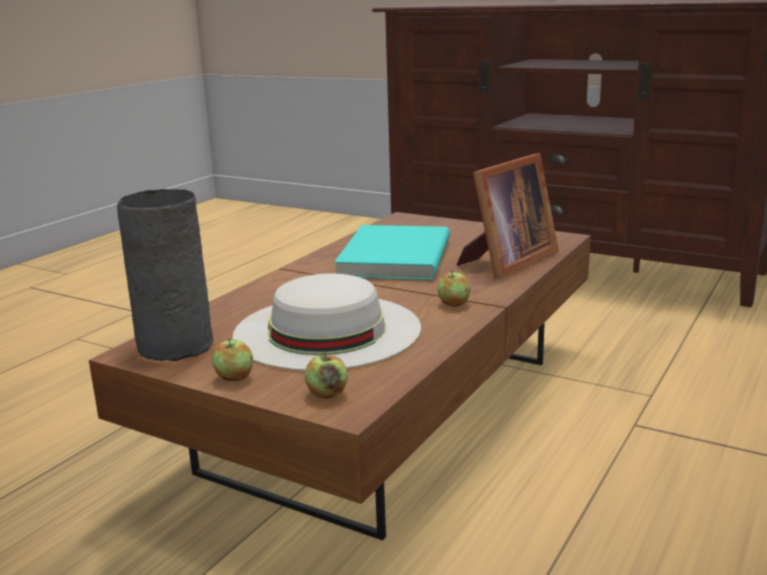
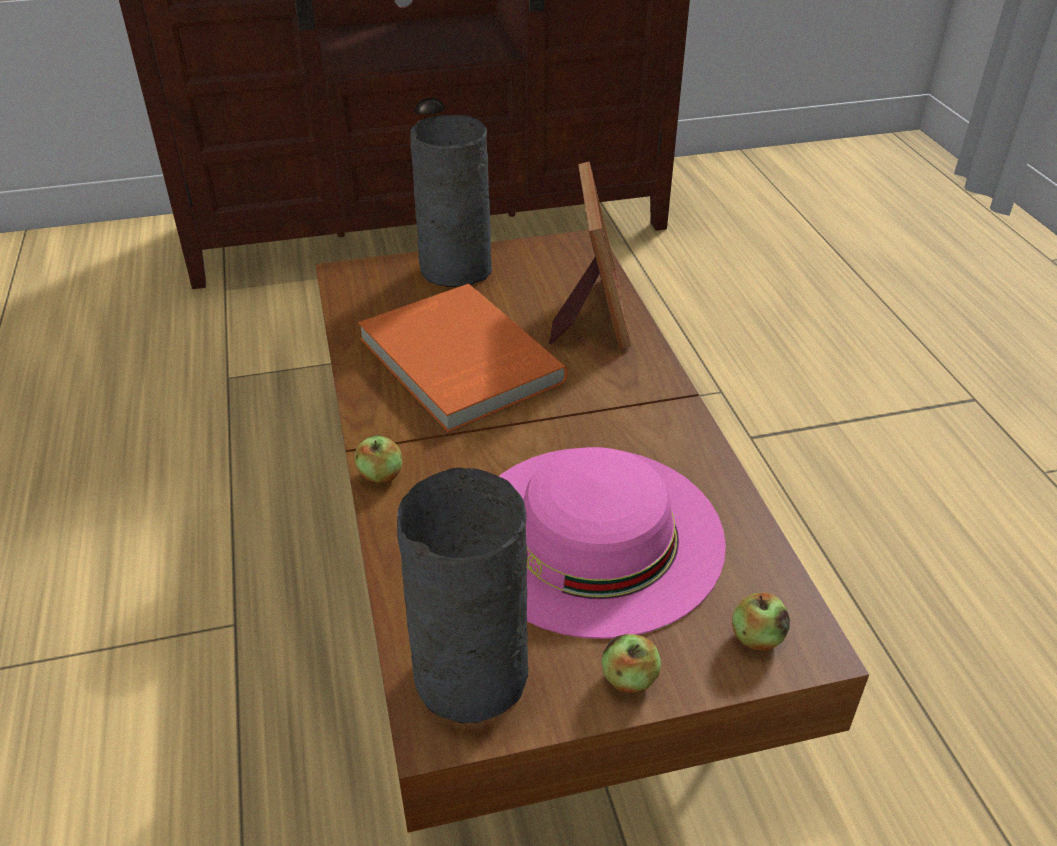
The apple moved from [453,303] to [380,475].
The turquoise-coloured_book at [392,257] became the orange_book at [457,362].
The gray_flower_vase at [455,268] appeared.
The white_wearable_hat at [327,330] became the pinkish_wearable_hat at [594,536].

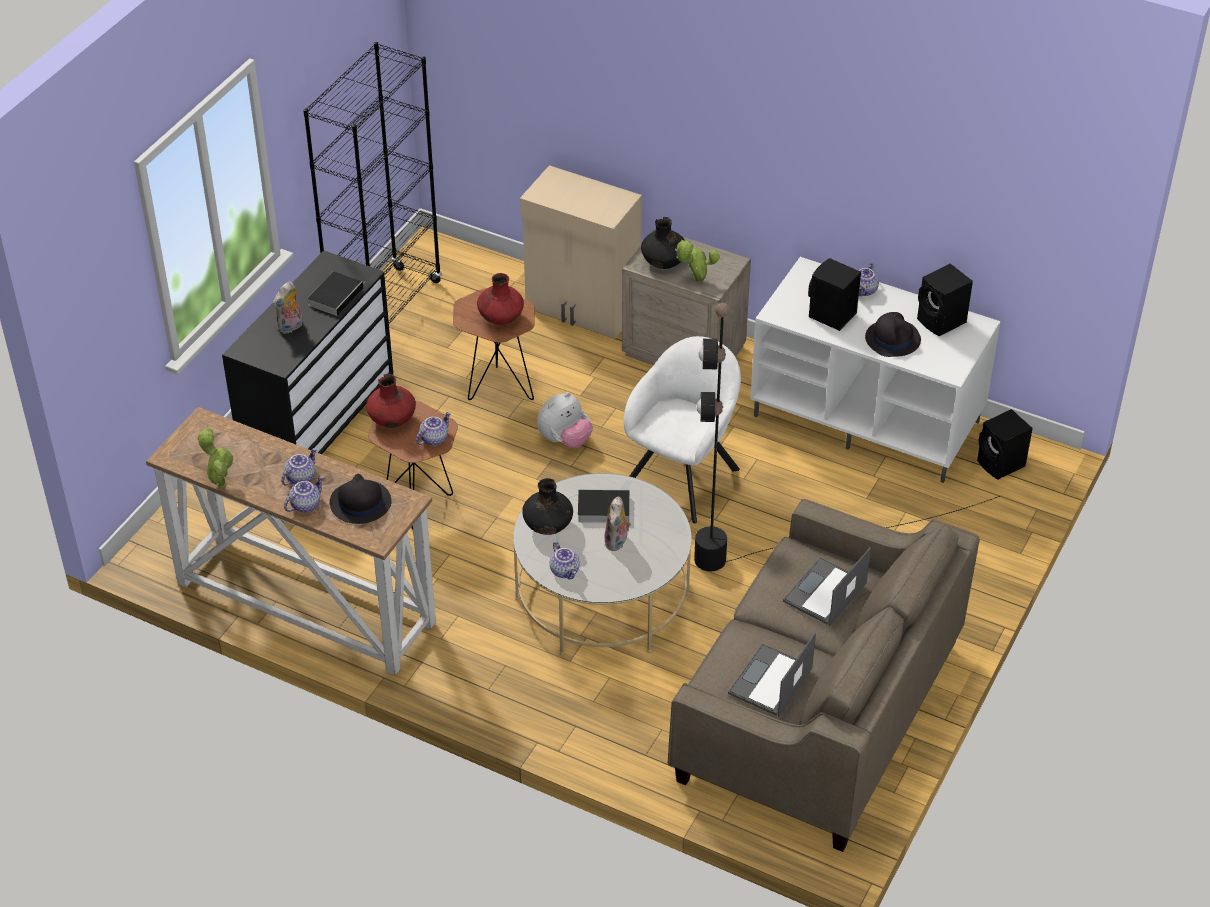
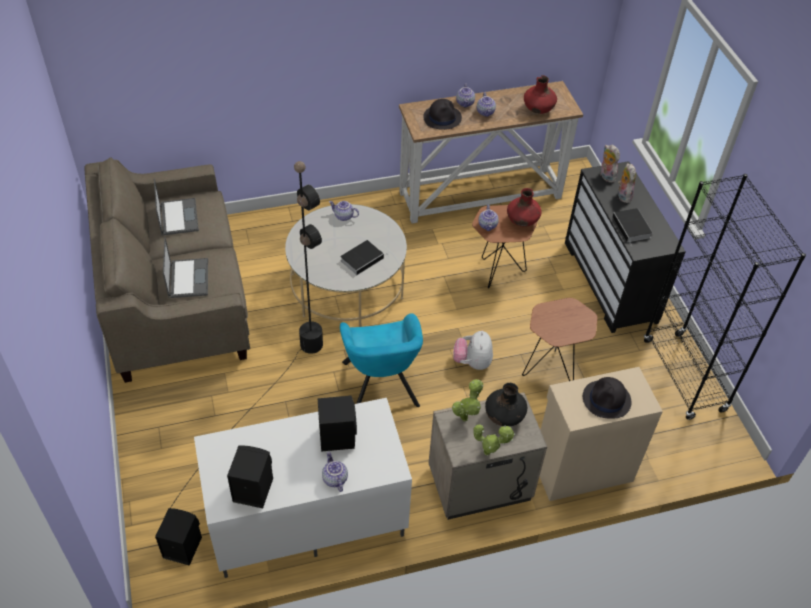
The white_armchair at [683,475] became the turquoise-coloured_armchair at [381,387].
The houseplant moved from [220,482] to [489,453].
The red_flower_vase moved from [500,318] to [538,109].
The blackish_wearable_hat moved from [892,338] to [607,400].
The plush_toy moved from [617,542] to [606,176].
The blackish_flower_vase at [548,526] disappeared.

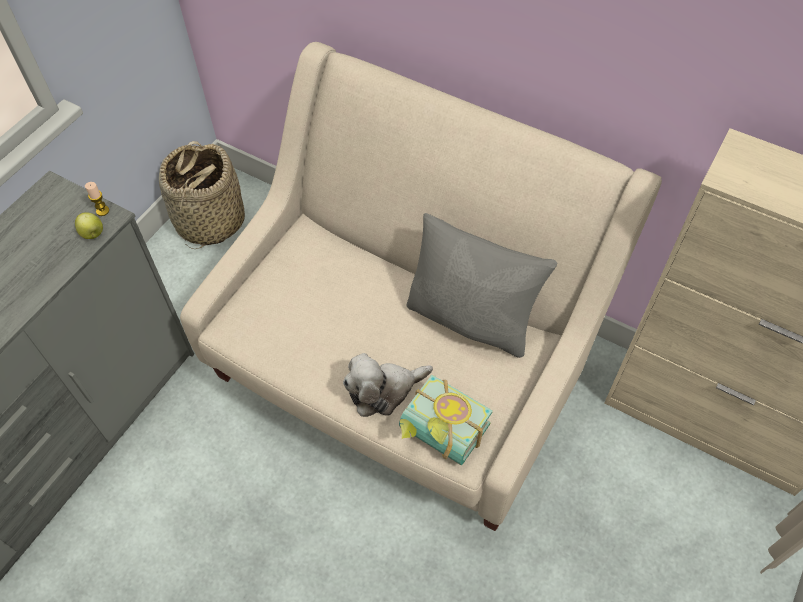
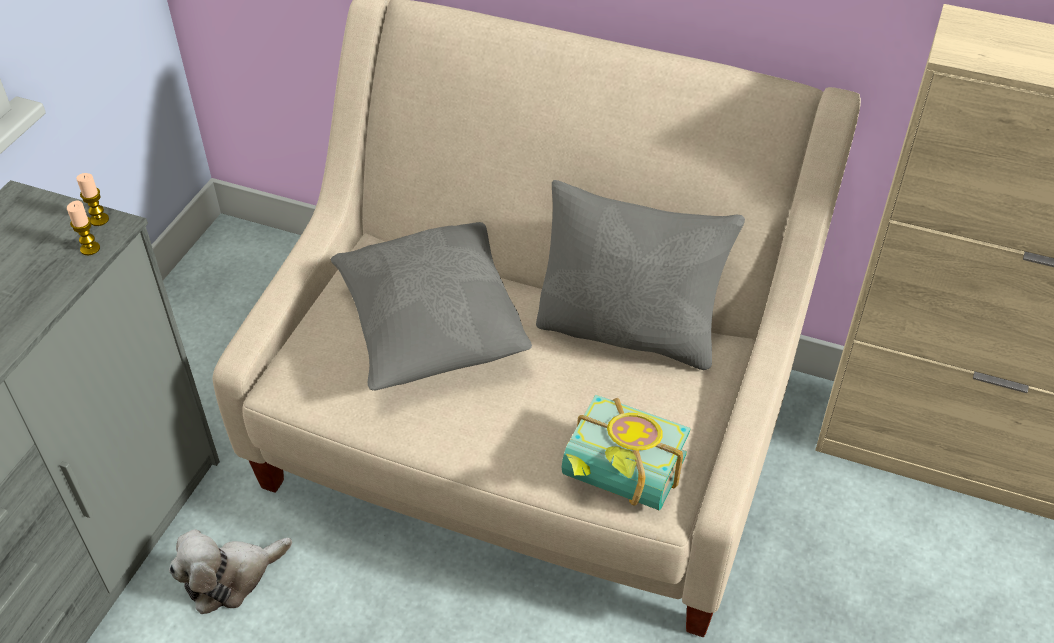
The apple at [93,234] was replaced by the wax_candle at [90,249].
The plush_toy moved from [384,390] to [230,578].
The gray_pillow at [432,333] appeared.
The basket at [209,221] disappeared.

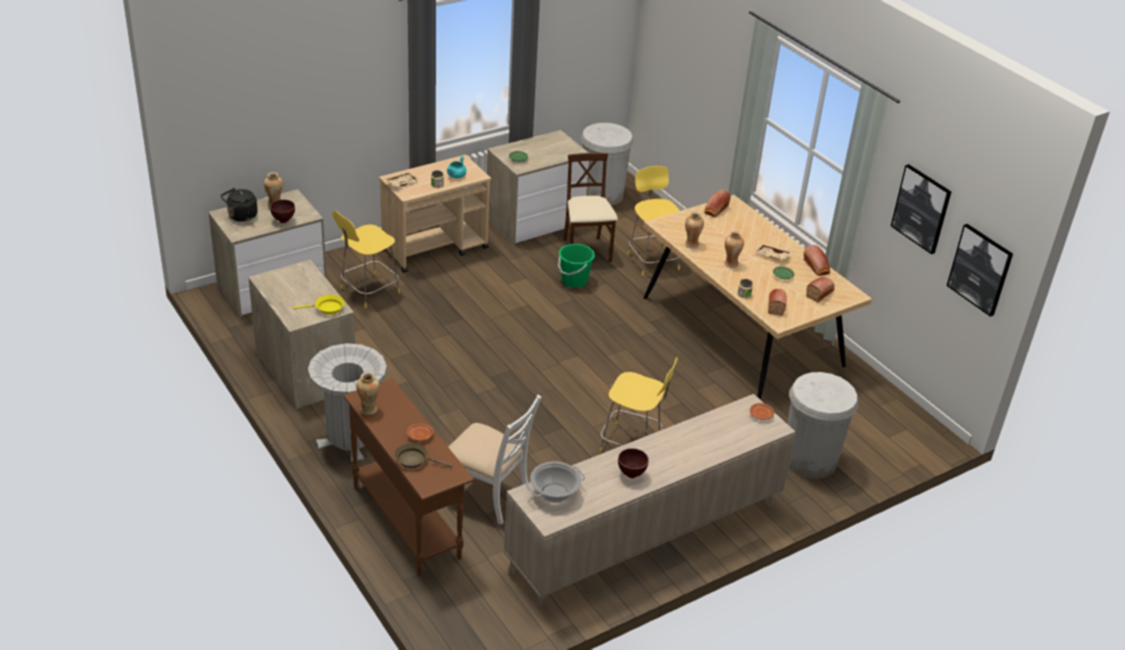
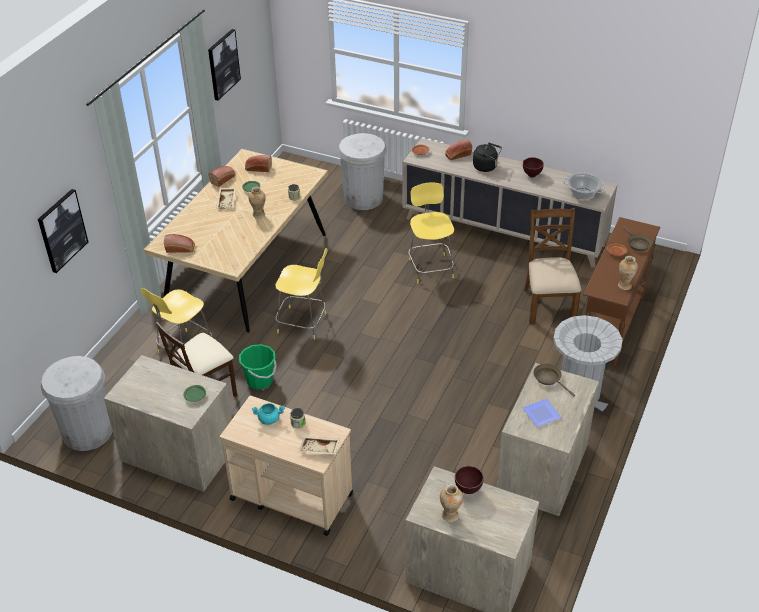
The wall_picture moved from [980,269] to [62,230].
The yellowish_stool moved from [368,291] to [303,323].
The bread moved from [776,305] to [457,155].
The blackish_kettle moved from [241,217] to [486,167].
The dinner_plate at [542,413] appeared.
The white_upright_chair at [487,495] became the brownish_upright_chair at [548,305].
The yellowish_skillet at [327,308] became the brownish_skillet at [549,379].
The flower_vase at [691,244] disappeared.

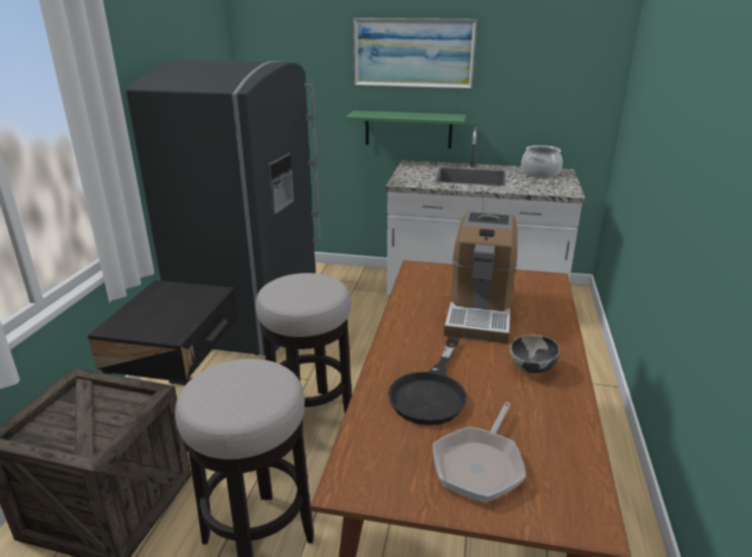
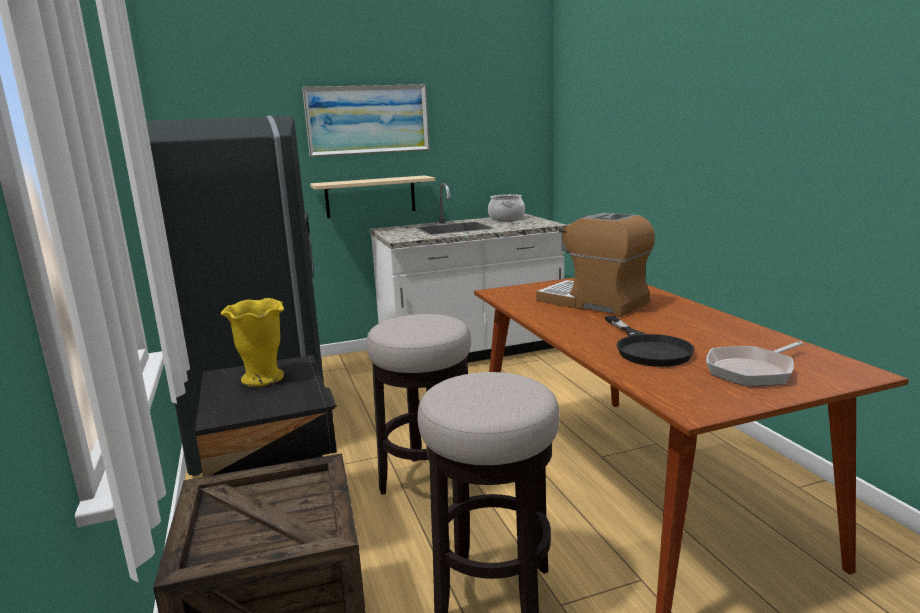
The yellowish_flower_vase at [263,378] appeared.
The green-coloured_wall_shelf at [408,129] became the sand-coloured_wall_shelf at [370,196].
The coffee_maker at [479,311] turned 150 degrees clockwise.
The skillet at [480,465] turned 60 degrees clockwise.
The deep_dish at [532,368] disappeared.

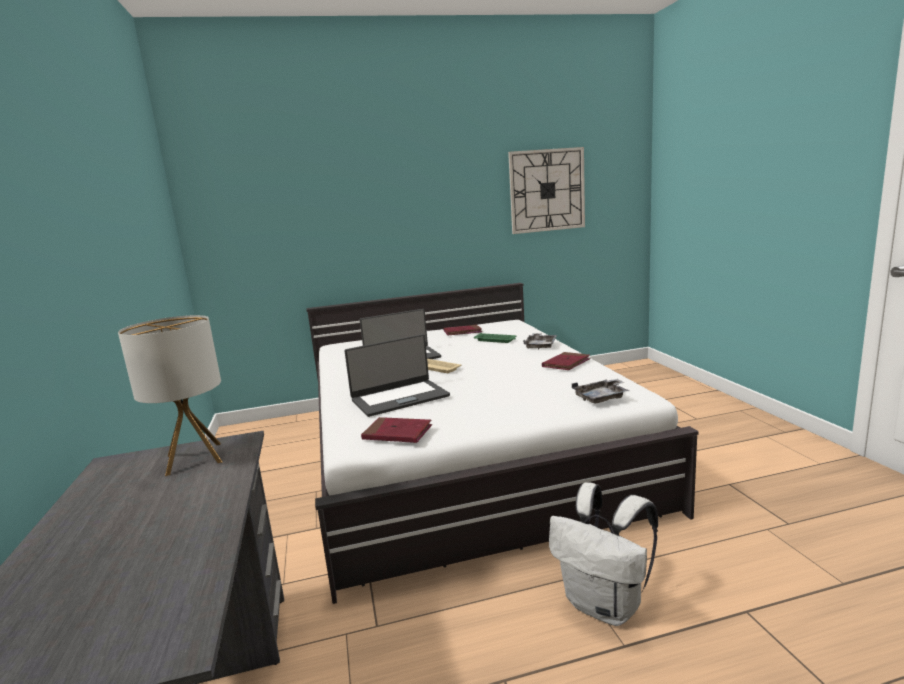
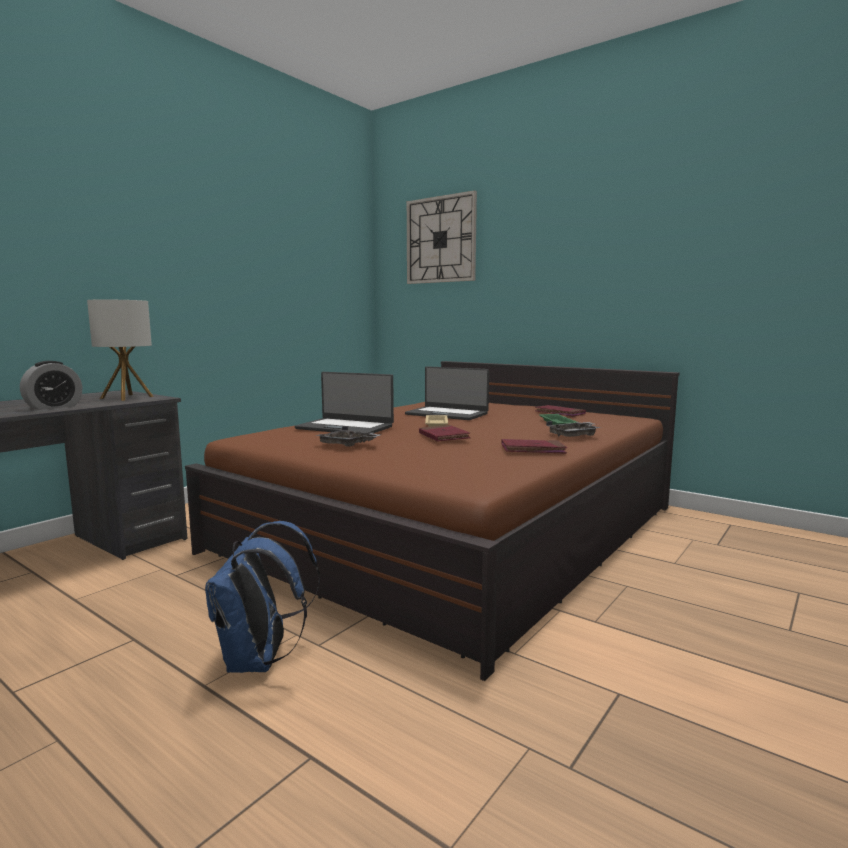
The bedside_clock at [54,407] appeared.
The white_bed at [462,451] became the brownish_bed at [458,528].
The white_backpack at [605,605] became the blue_backpack at [260,661].
The gray_carrying_tray moved from [601,398] to [347,445].
The clock_on_the_wall moved from [547,190] to [441,240].
The red_book moved from [397,433] to [443,436].

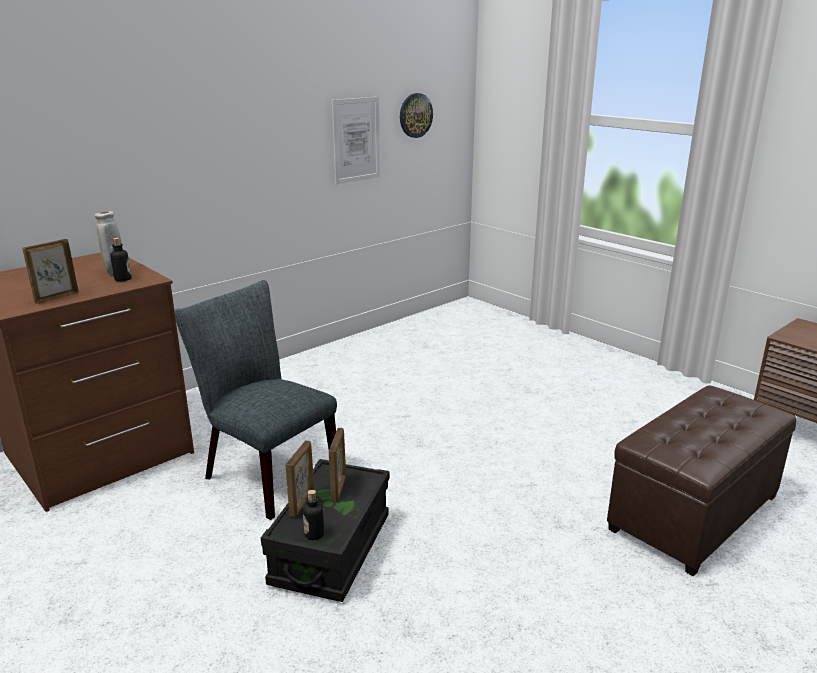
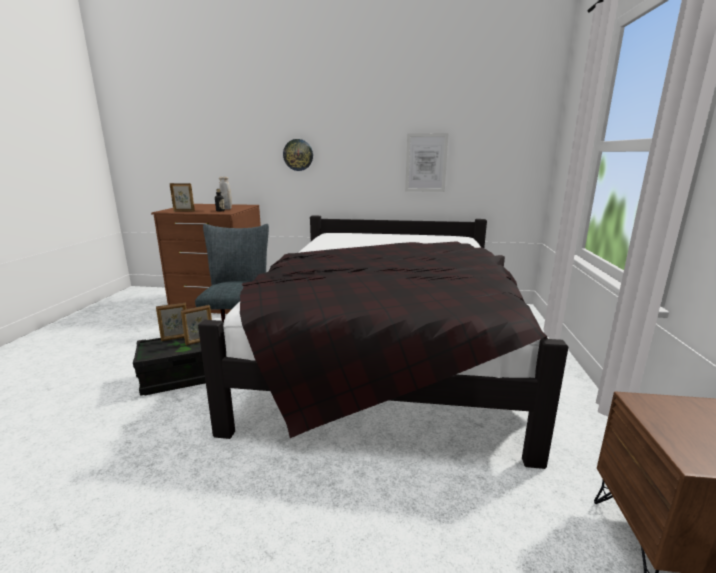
The blackish_bed at [387,350] appeared.
The clock_on_the_wall moved from [415,115] to [298,155].
The beverage_bottle at [314,534] disappeared.
The brownish_pouffe at [692,512] disappeared.

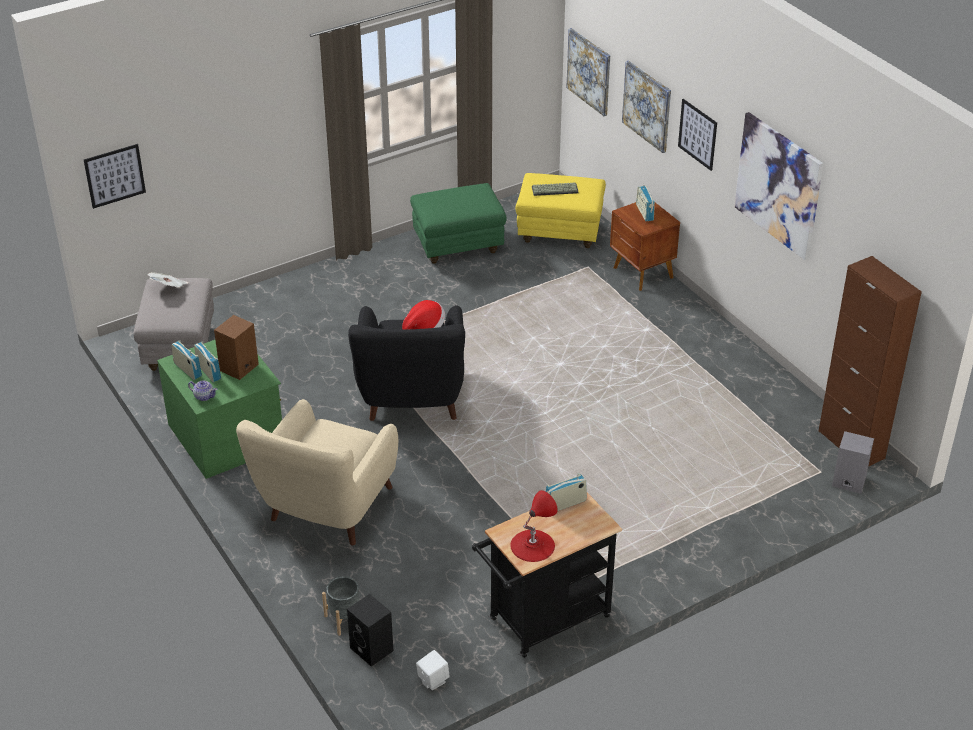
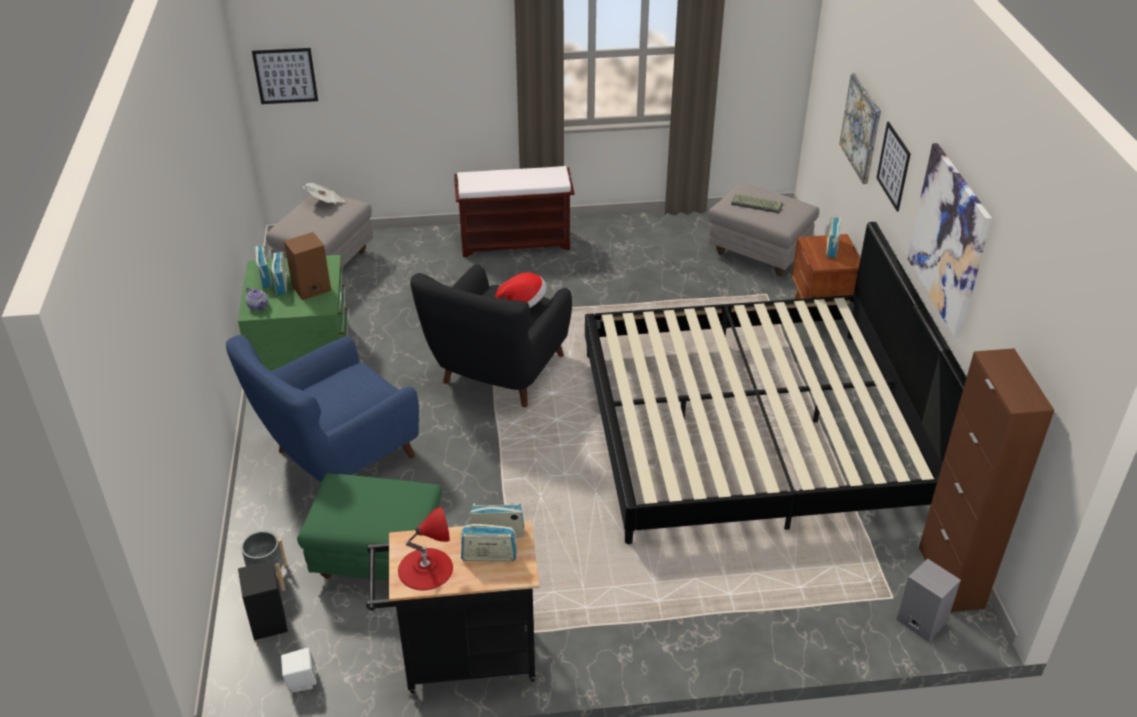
The sand-coloured_armchair at [326,509] became the blue_armchair at [336,457].
The green-coloured_pouffe moved from [458,246] to [379,559].
The brownish_long_seat at [516,242] appeared.
The radio_receiver at [489,556] appeared.
The bed at [751,430] appeared.
The yellowish_pouffe at [560,233] became the gray_pouffe at [759,254].
The wall_picture at [589,71] disappeared.

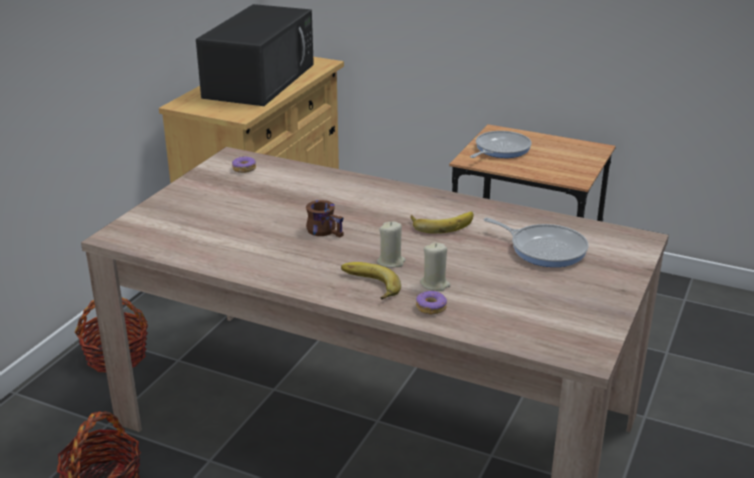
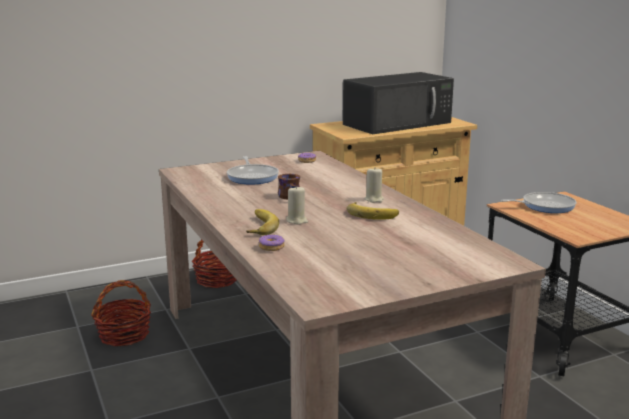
The skillet moved from [544,249] to [252,177].
The sand-coloured_wax_candle moved from [435,284] to [374,199].

